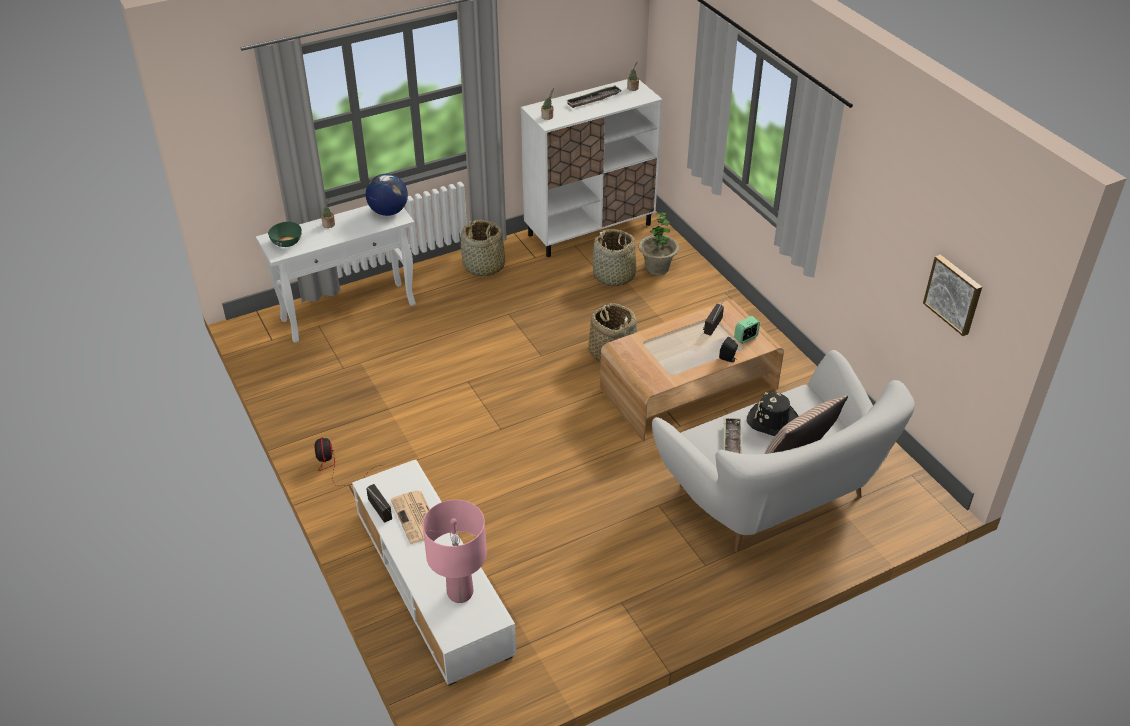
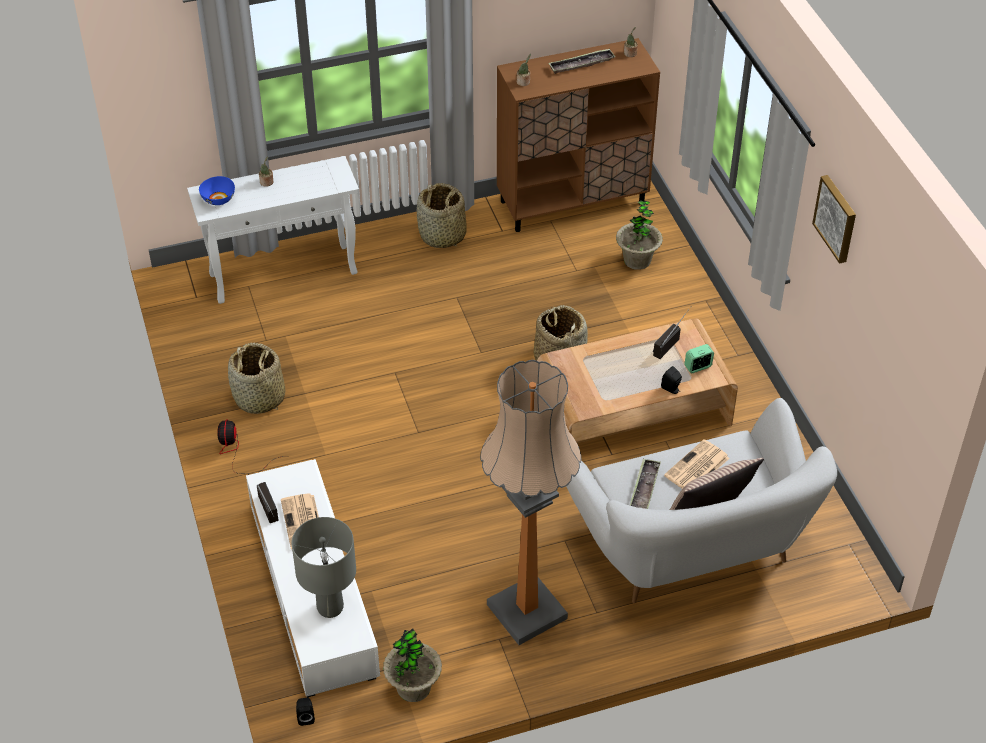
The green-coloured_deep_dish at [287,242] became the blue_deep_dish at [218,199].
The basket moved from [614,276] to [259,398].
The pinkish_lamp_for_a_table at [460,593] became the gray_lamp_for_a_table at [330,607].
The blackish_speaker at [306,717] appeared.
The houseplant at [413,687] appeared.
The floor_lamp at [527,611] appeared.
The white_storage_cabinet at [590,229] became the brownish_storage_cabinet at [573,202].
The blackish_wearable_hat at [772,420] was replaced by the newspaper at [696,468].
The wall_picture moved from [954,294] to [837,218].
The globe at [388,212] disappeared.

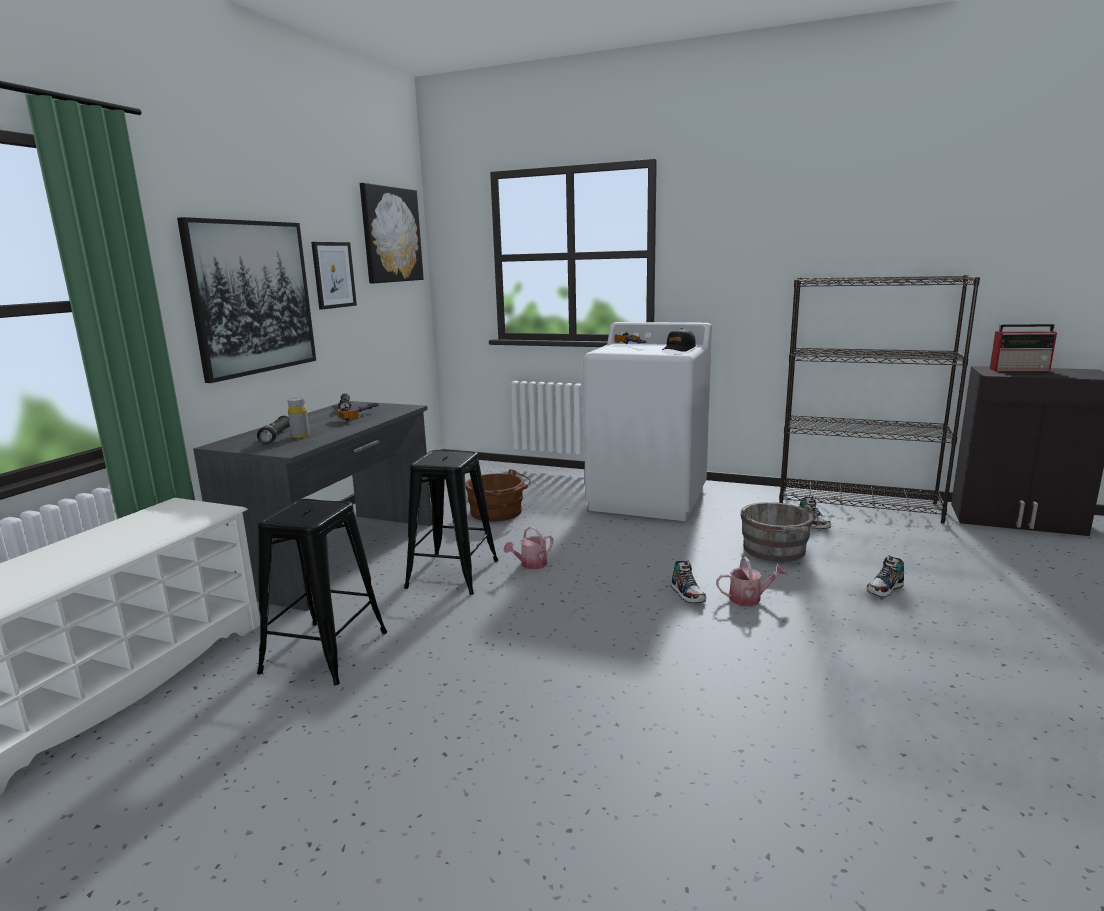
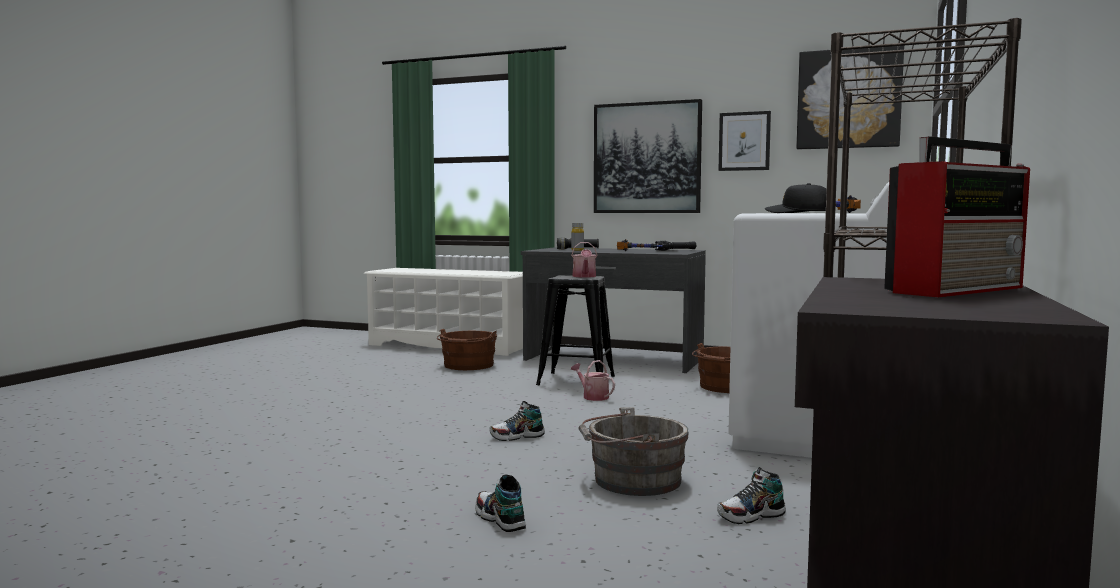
The blackish_stool at [325,652] was replaced by the brownish_bucket at [467,366].
The watering_pot moved from [749,598] to [584,276].
The radio_receiver at [1020,370] turned 135 degrees counterclockwise.

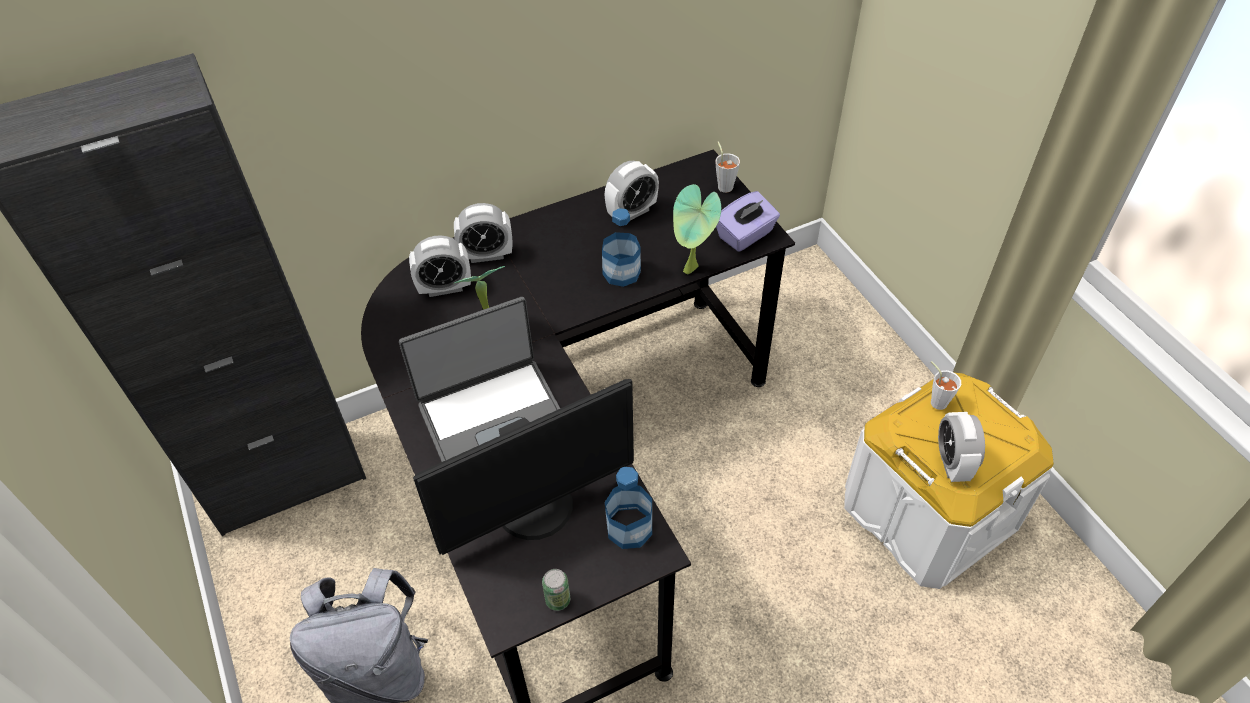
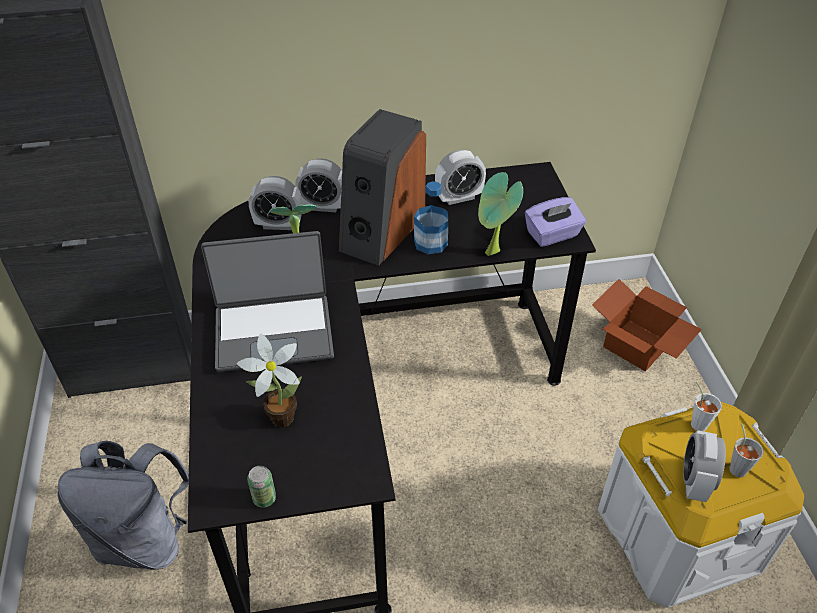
The computer_screen at [536,509] was replaced by the houseplant at [278,417].
The speaker at [381,232] appeared.
The packing_box at [637,346] appeared.
The gray_small_cup moved from [724,185] to [737,466].
The beverage_bottle at [629,528] disappeared.

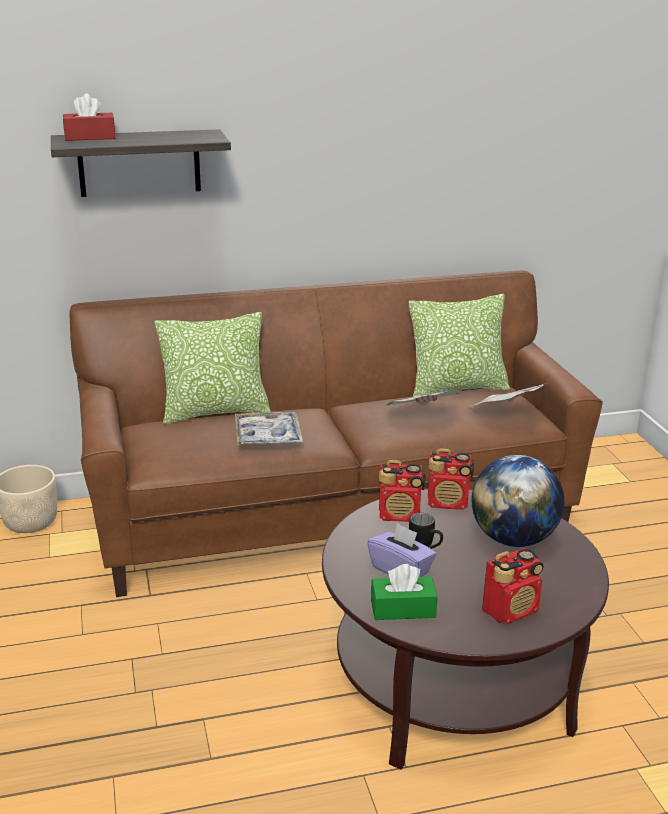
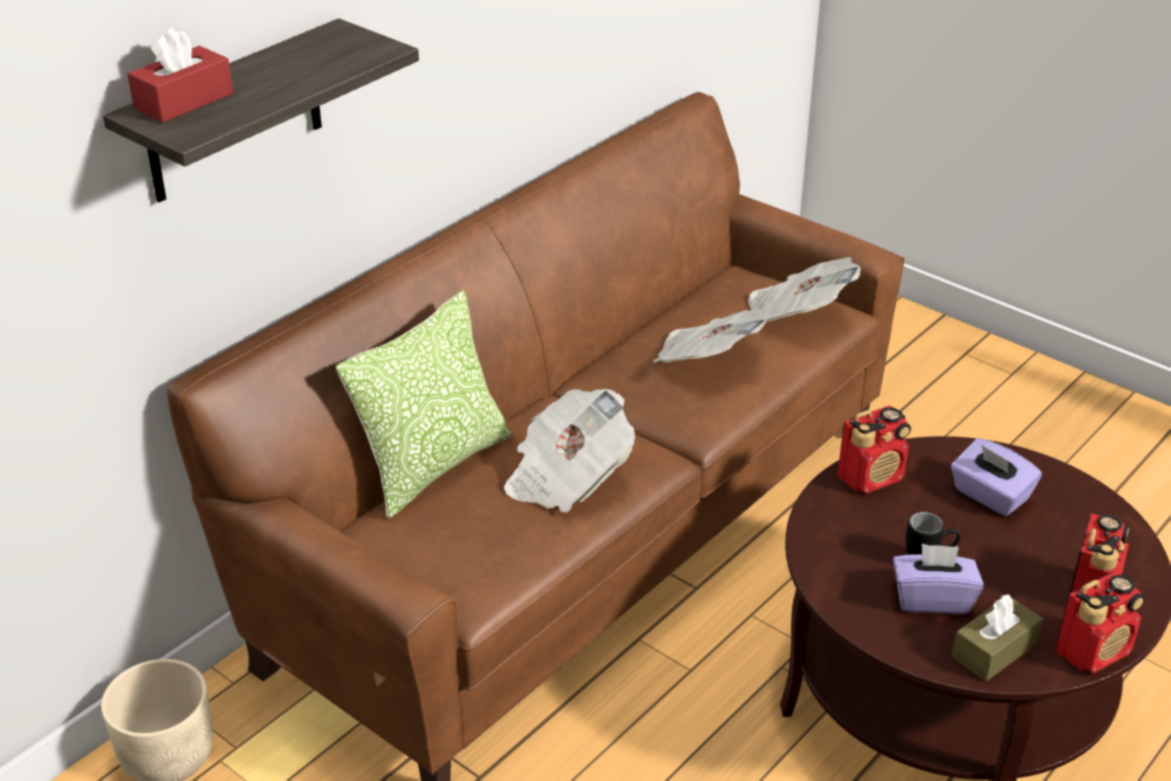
The carrying_tray at [268,436] was replaced by the newspaper at [567,477].
The globe at [513,539] was replaced by the purple_tissue_holder at [990,496].
The green-coloured_tissue_holder at [403,609] became the brownish_tissue_holder at [994,650].
The radio_receiver moved from [400,515] to [1093,652].
The pillow at [457,388] disappeared.

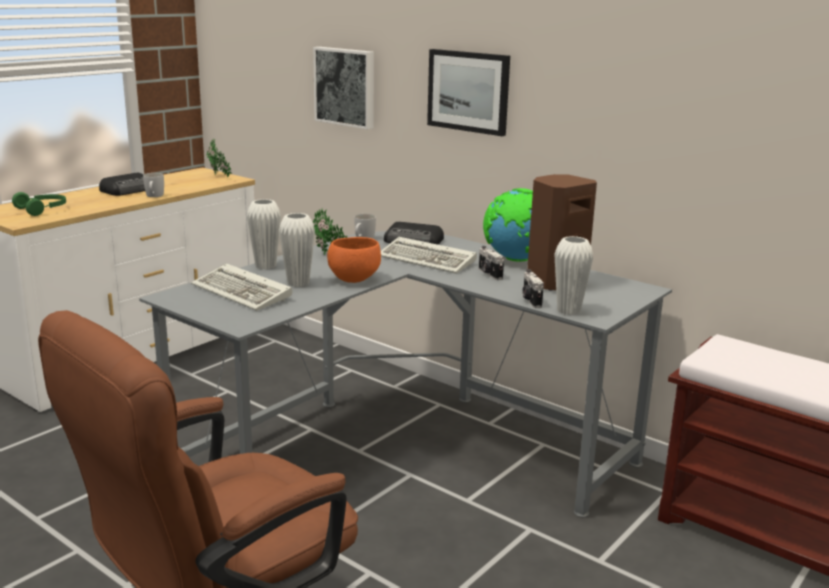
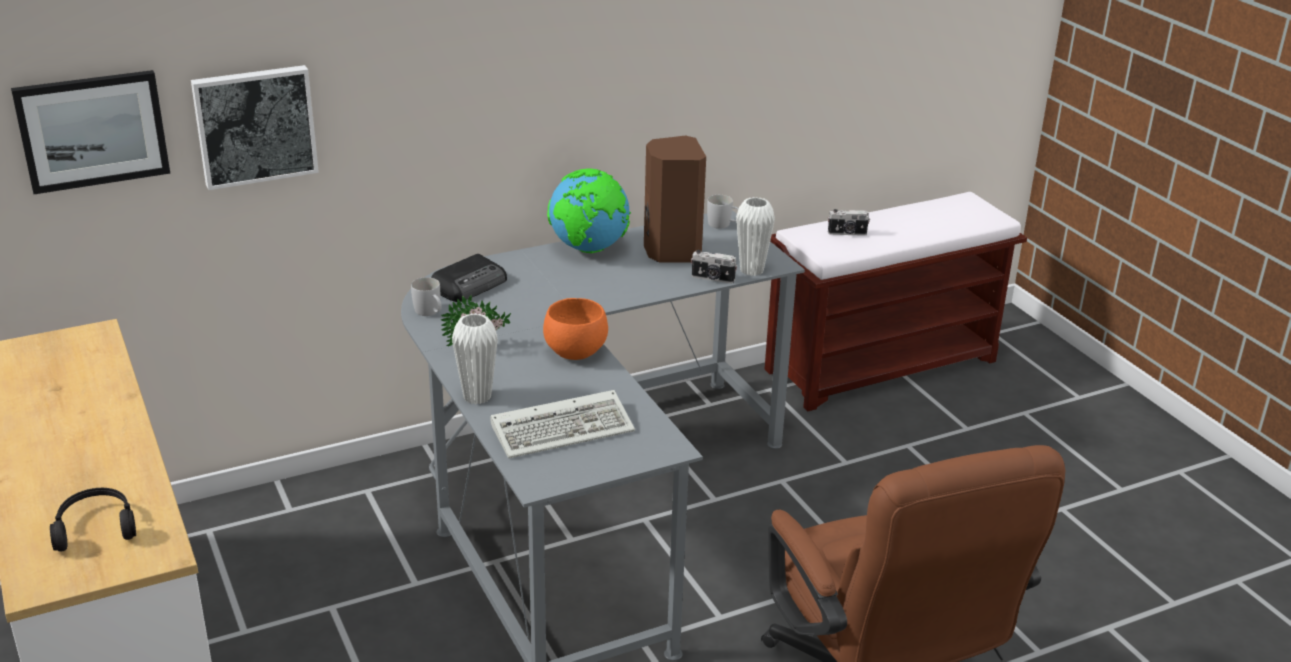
The wall_picture moved from [468,91] to [92,130].
The green-coloured_pair_of_headphones at [43,209] became the blackish_pair_of_headphones at [95,527].
The white_coffee_mug moved from [154,196] to [723,225].
The still_camera moved from [489,274] to [847,233].
The radio_receiver at [130,190] disappeared.
The houseplant at [219,177] disappeared.
The white_flower_vase at [298,283] disappeared.
The computer_keyboard at [429,260] disappeared.

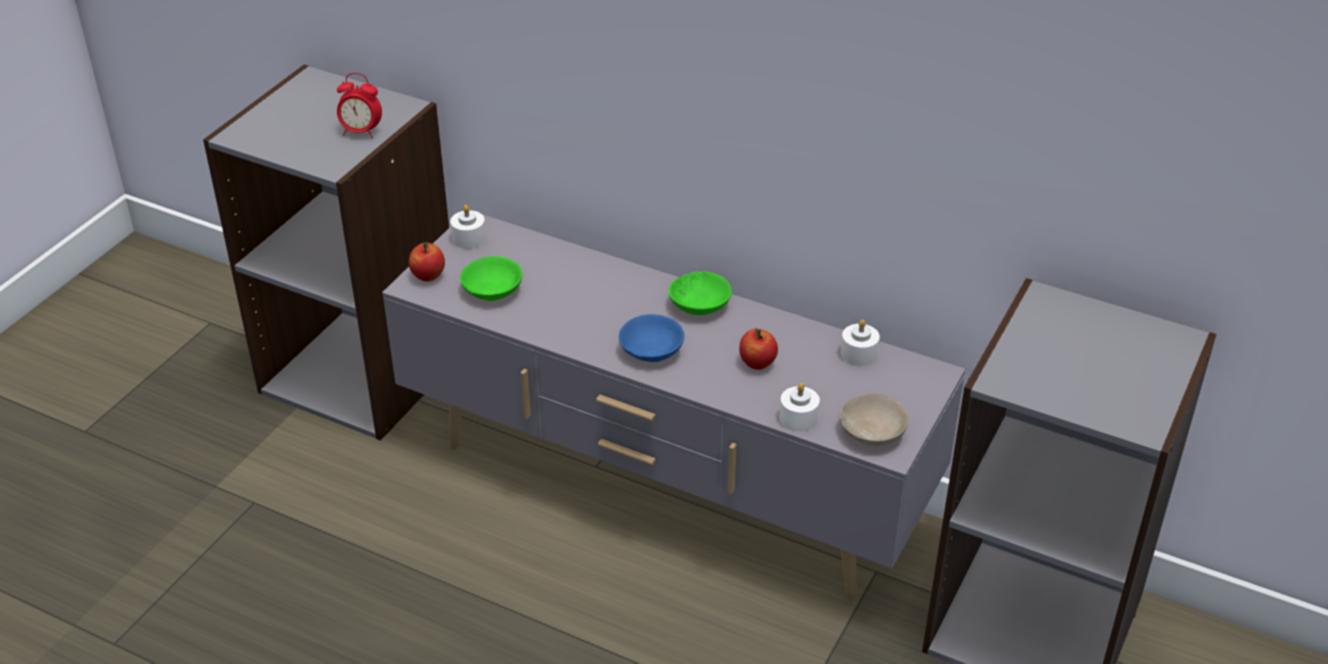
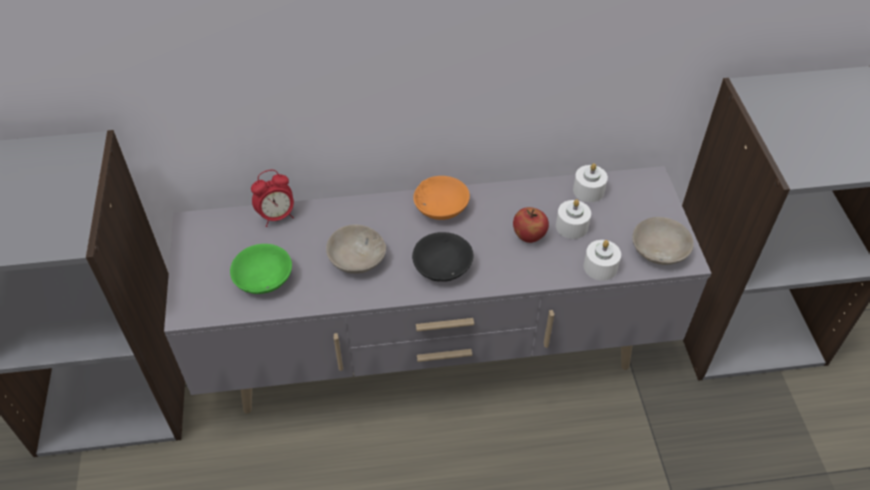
The bedside_clock moved from [361,132] to [277,216].
The sand-coloured_deep_dish at [355,259] appeared.
The blue_deep_dish at [653,349] became the blackish_deep_dish at [443,265].
The green-coloured_deep_dish at [700,306] became the orange_deep_dish at [442,208].
The white_wax_candle moved from [469,238] to [571,226].
The apple at [428,276] disappeared.

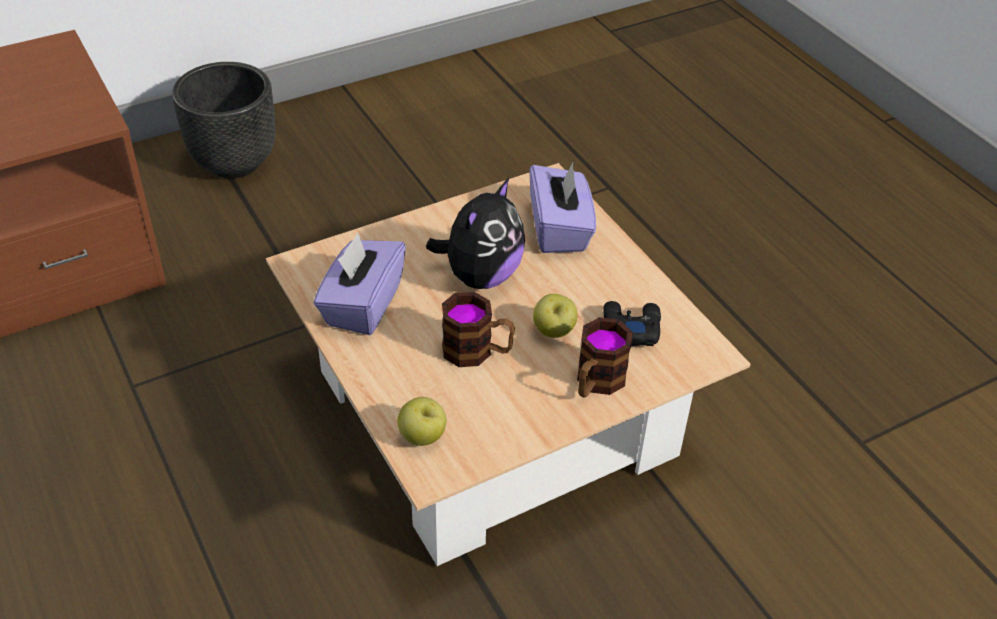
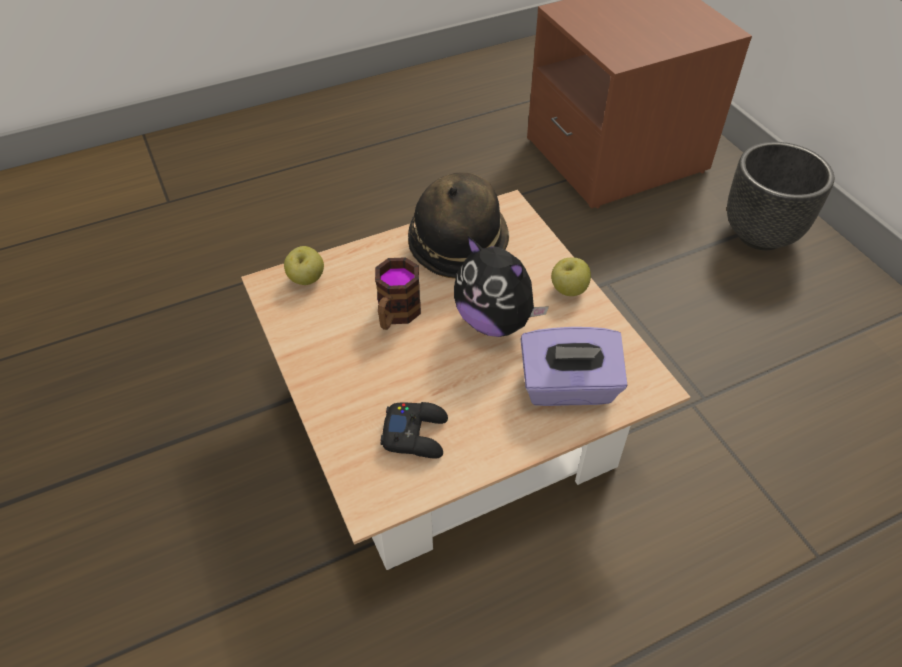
The purple_tissue_holder at [362,305] was replaced by the wearable_hat at [458,244].
The apple moved from [553,331] to [568,290].
The coffee_mug at [596,383] disappeared.

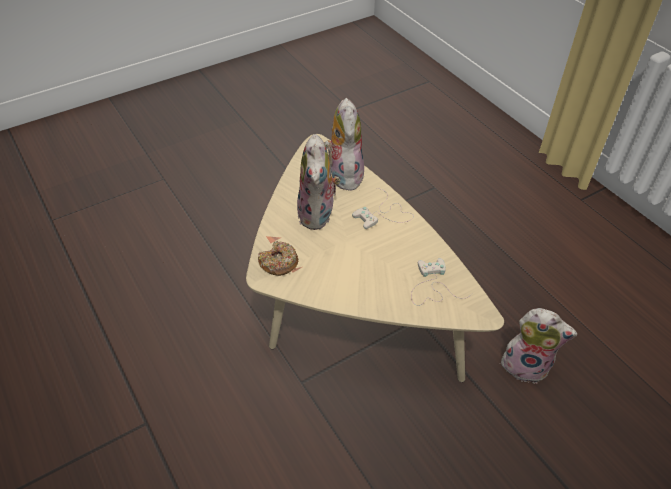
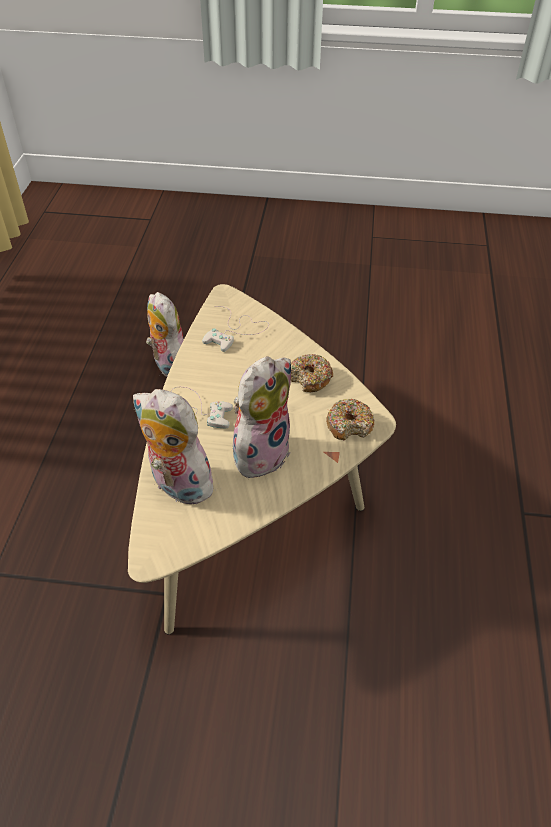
The plush_toy at [343,175] turned 90 degrees clockwise.
The doughnut at [310,378] appeared.

